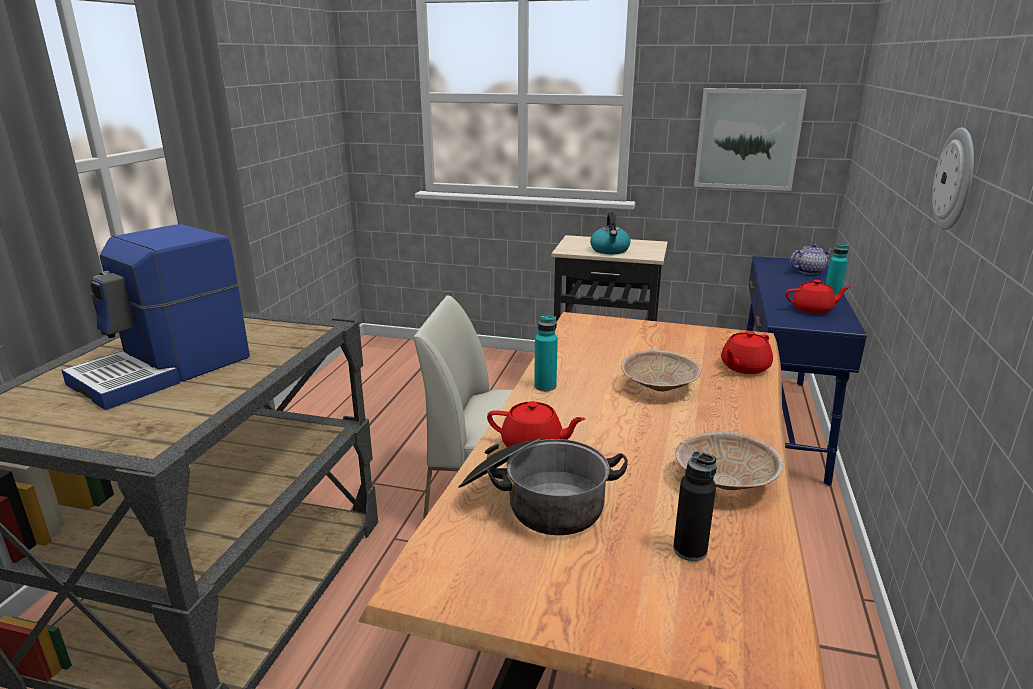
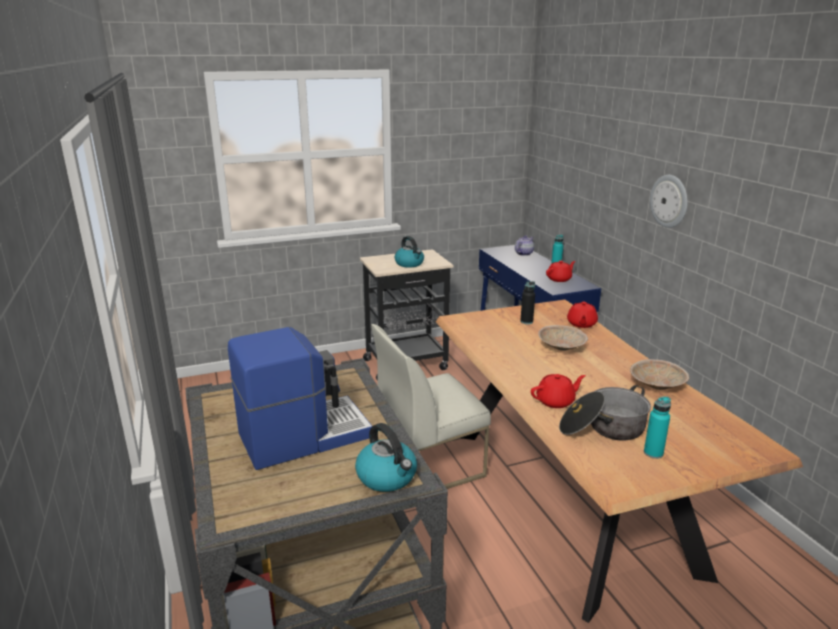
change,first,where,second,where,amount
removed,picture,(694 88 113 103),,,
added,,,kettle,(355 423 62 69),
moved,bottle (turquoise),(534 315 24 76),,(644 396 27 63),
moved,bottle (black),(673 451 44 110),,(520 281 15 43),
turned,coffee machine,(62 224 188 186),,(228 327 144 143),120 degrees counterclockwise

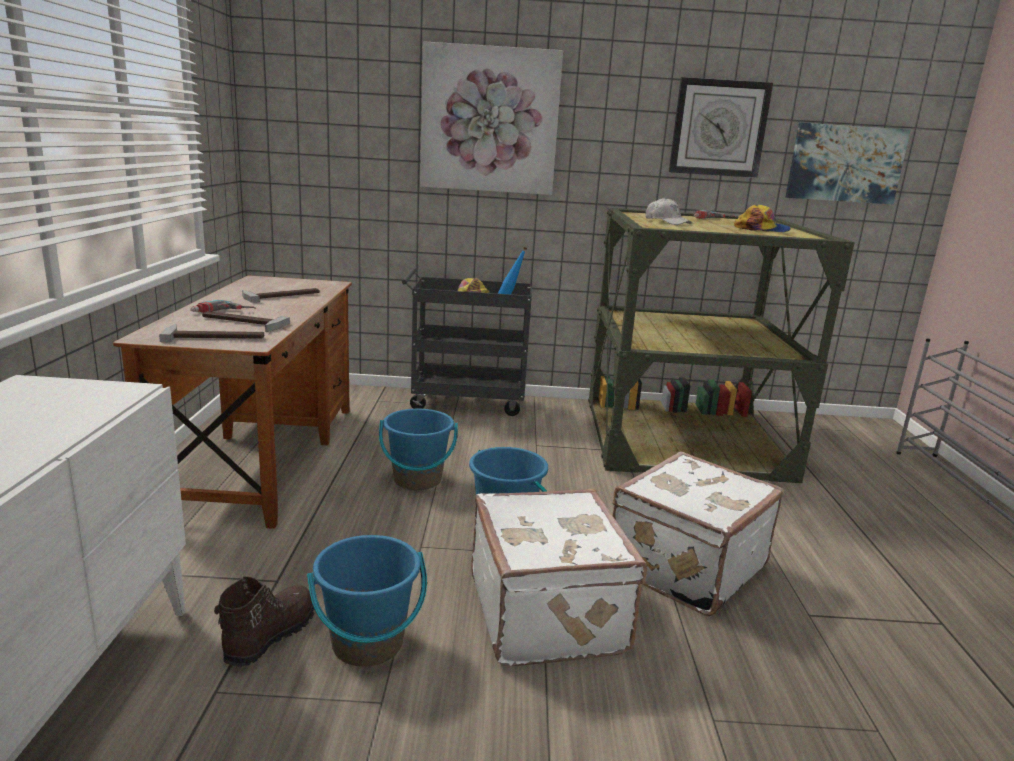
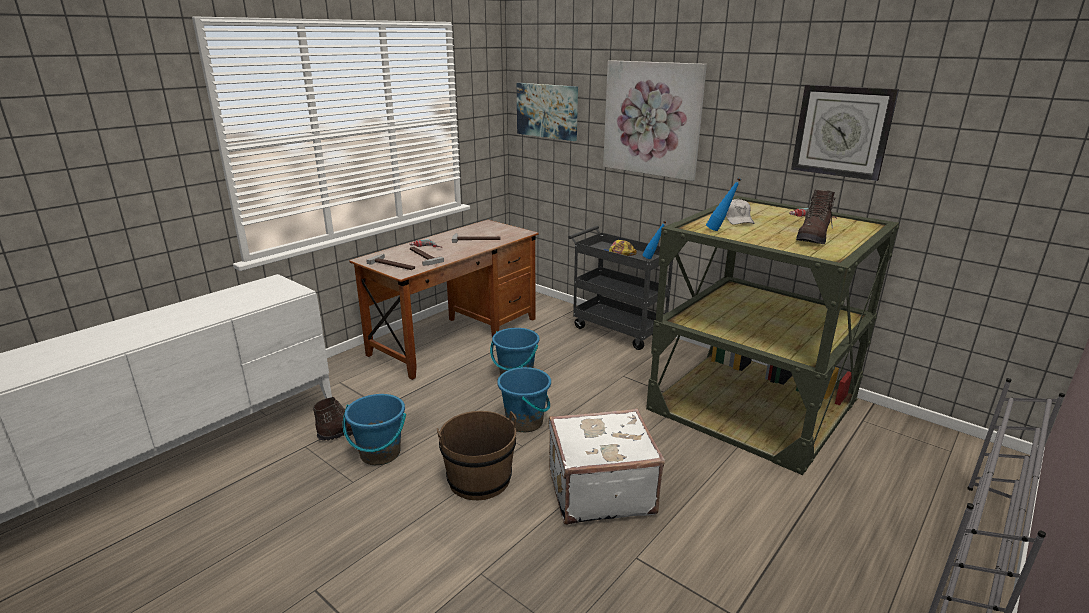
change,first,where,second,where,amount
added,,,bottle (blue),(706 178 36 53),
moved,picture,(786 123 124 81),,(517 83 61 58),
replaced,suitcase (white),(471 489 176 177),bucket (brown),(437 411 80 89),
replaced,cap,(734 205 57 27),boot (brown),(796 190 40 54),

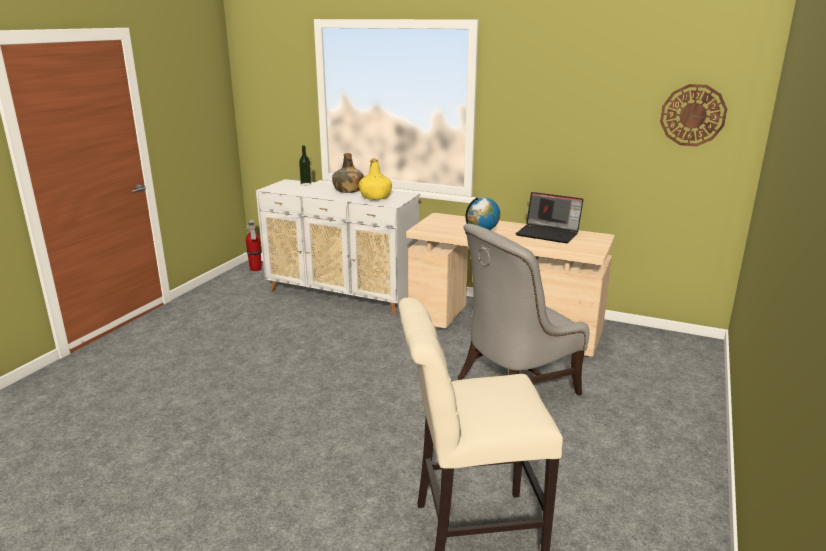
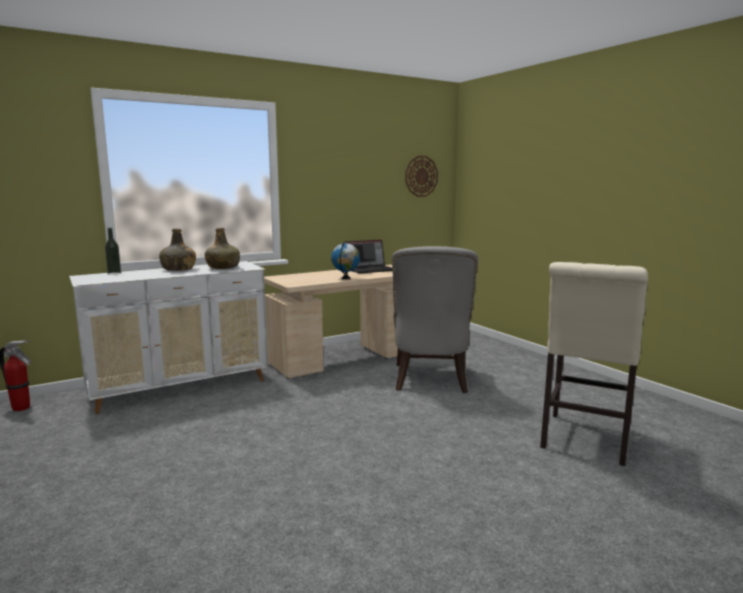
change,first,where,second,where,amount
recoloured,bottle (yellow),(359 159 33 41),bottle (green),(205 228 35 41),

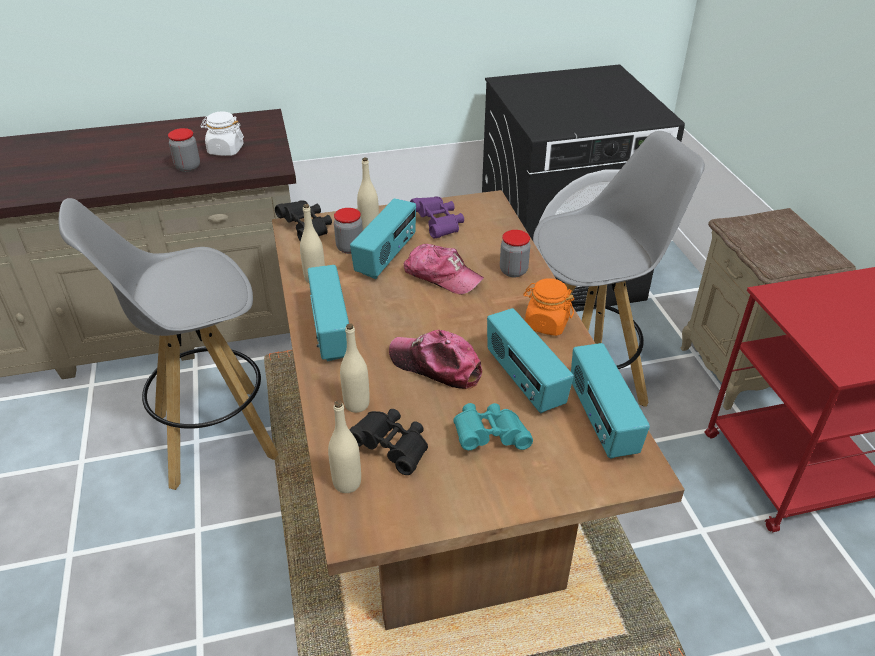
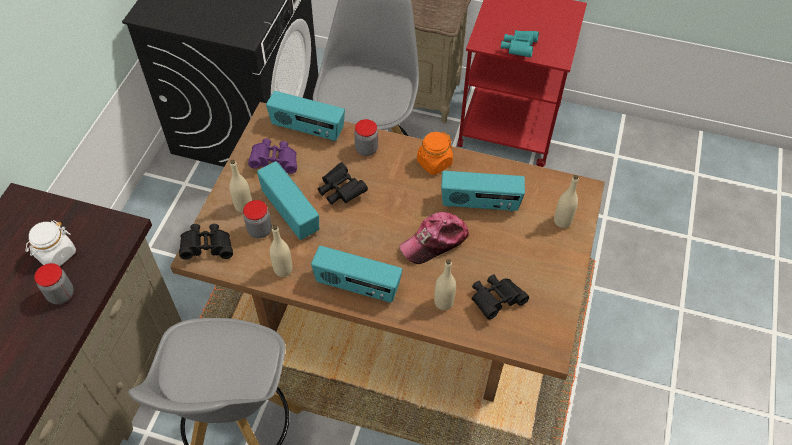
change,first,where,second,where,amount
moved,bottle (beige),(328 400 33 93),,(554 175 25 53),
moved,binoculars (turquoise),(453 403 80 47),,(501 30 38 27),
moved,radio,(571 343 79 116),,(266 91 79 50),
replaced,cap,(404 244 80 51),binoculars (black),(318 162 50 43),

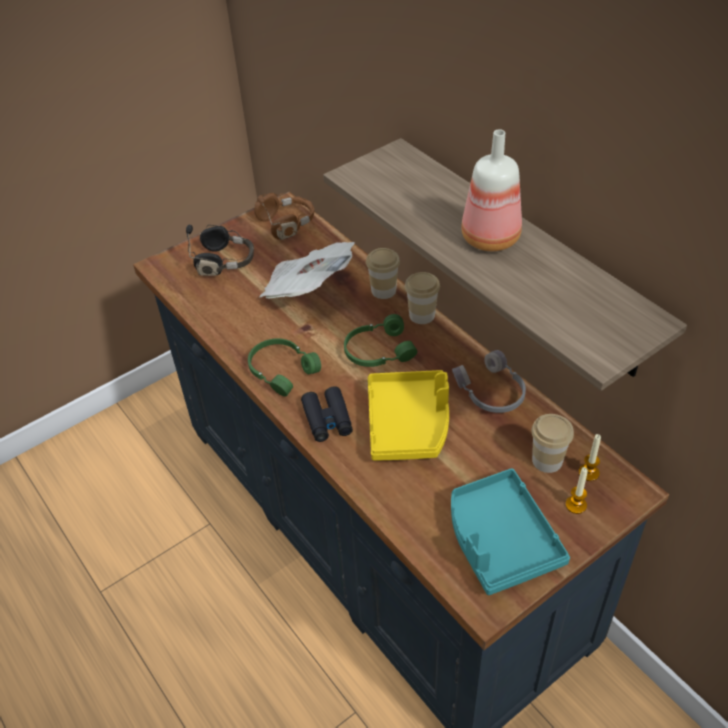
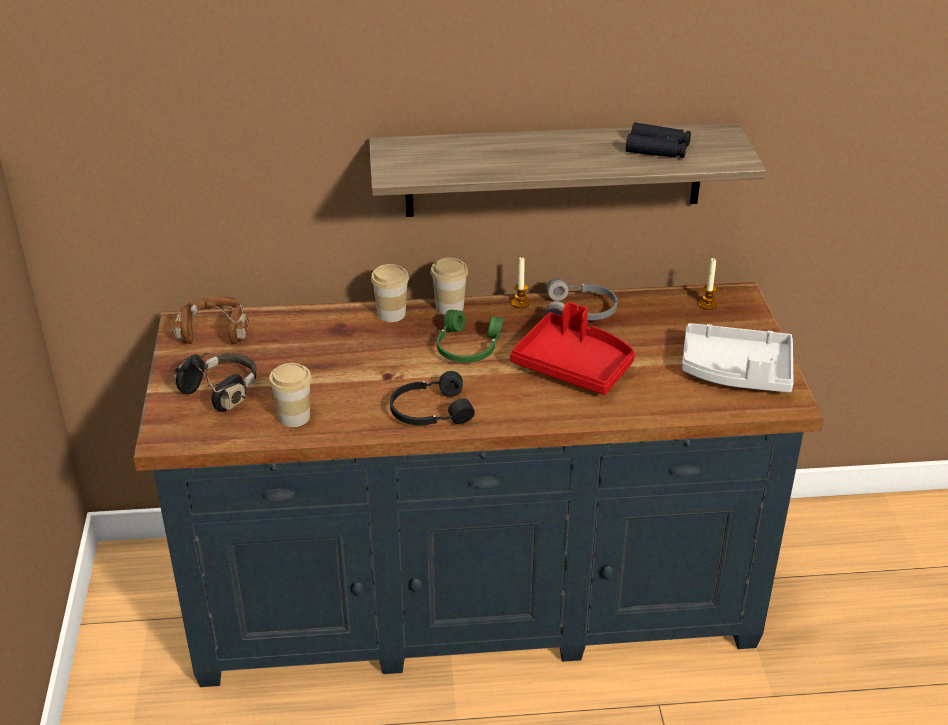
change,first,where,second,where,amount
removed,newspaper,(260 242 94 56),,,
removed,bottle,(461 129 61 122),,,
moved,binoculars (black),(301 386 52 56),,(626 122 65 36),
moved,cup,(531 414 43 59),,(269 363 43 64),
moved,candle,(566 467 22 47),,(511 257 19 51),
recoloured,headphones (green),(248 338 73 59),headphones (black),(390 371 85 54),
recoloured,tray (yellow),(368 370 81 91),tray (red),(510 302 125 93),
recoloured,tray (turquoise),(451 468 119 127),tray (grey),(682 323 112 70),

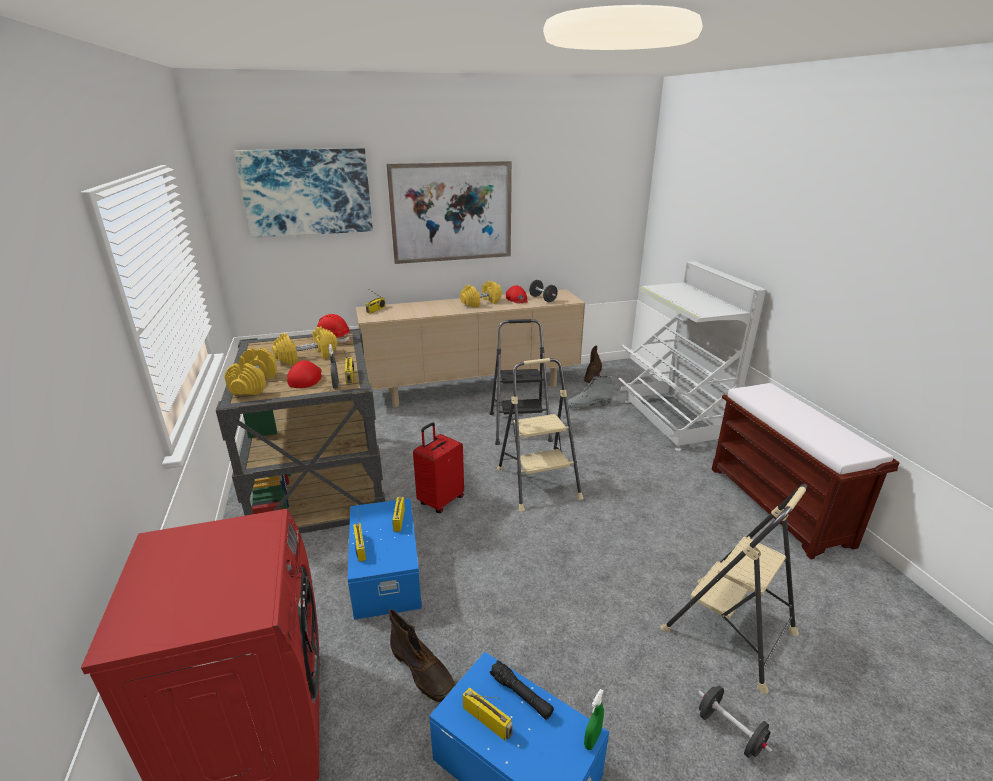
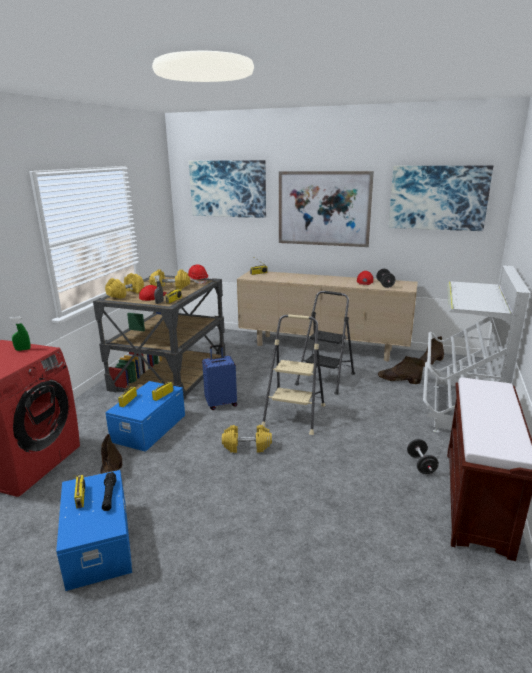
change,first,where,second,where,amount
removed,step ladder (beige),(660 484 147 210),,,
added,,,picture,(388 165 105 66),
moved,dumbbell (yellow),(460 281 42 27),,(222 425 50 28),
moved,spray bottle (green),(584 689 20 61),,(9 316 22 35),
moved,dumbbell (black),(698 686 75 72),,(407 439 32 35),
recoloured,suitcase (red),(413 422 51 91),suitcase (blue),(202 345 35 65),
recoloured,boot (grey),(567 376 46 33),boot (brown),(378 356 45 28),

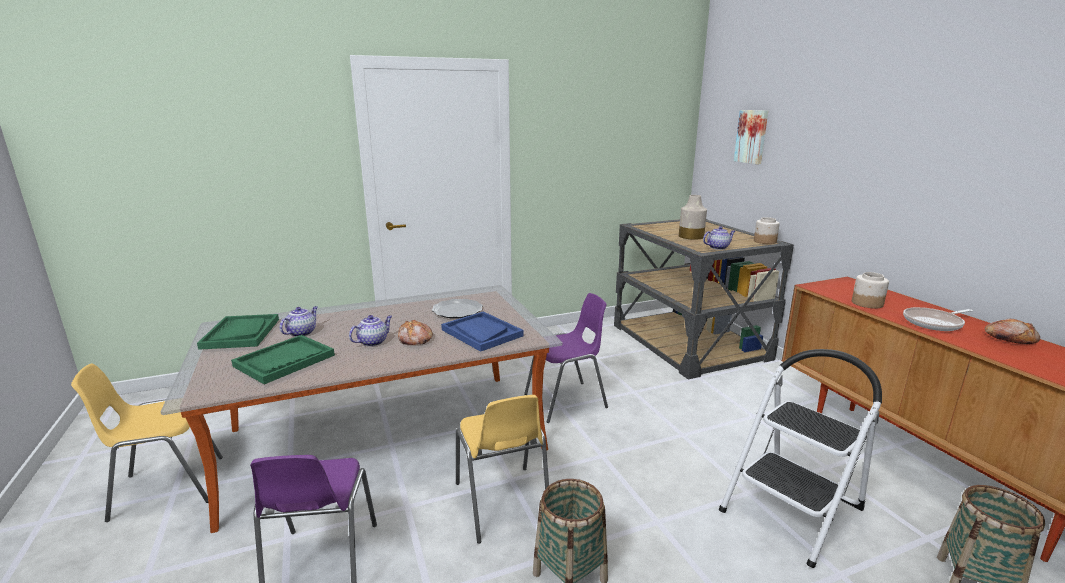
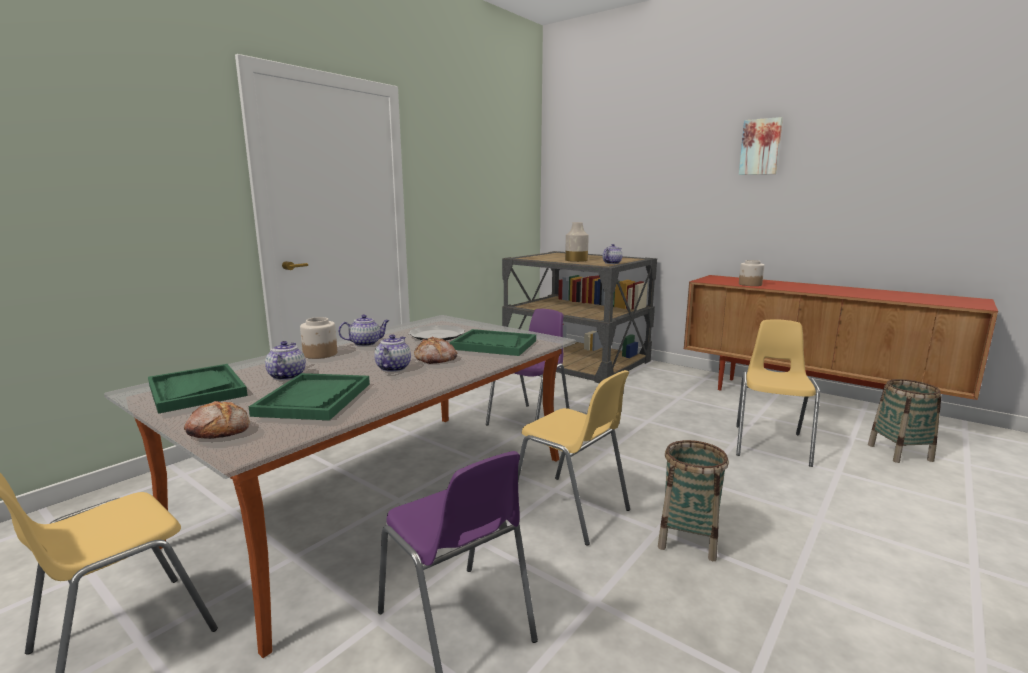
change,first,where,second,where,amount
removed,frying pan,(903 307 70 24),,,
added,,,teapot,(338 315 52 31),
moved,picture,(734 110 34 54),,(739 117 44 58),
moved,jar,(754 217 26 27),,(300 317 37 42),
moved,bread,(984 318 56 26),,(184 401 66 38),
replaced,step ladder,(719 349 163 219),chair (yellow),(736 319 84 148),
recoloured,tray (blue),(441 311 83 41),tray (green),(449 329 87 27),

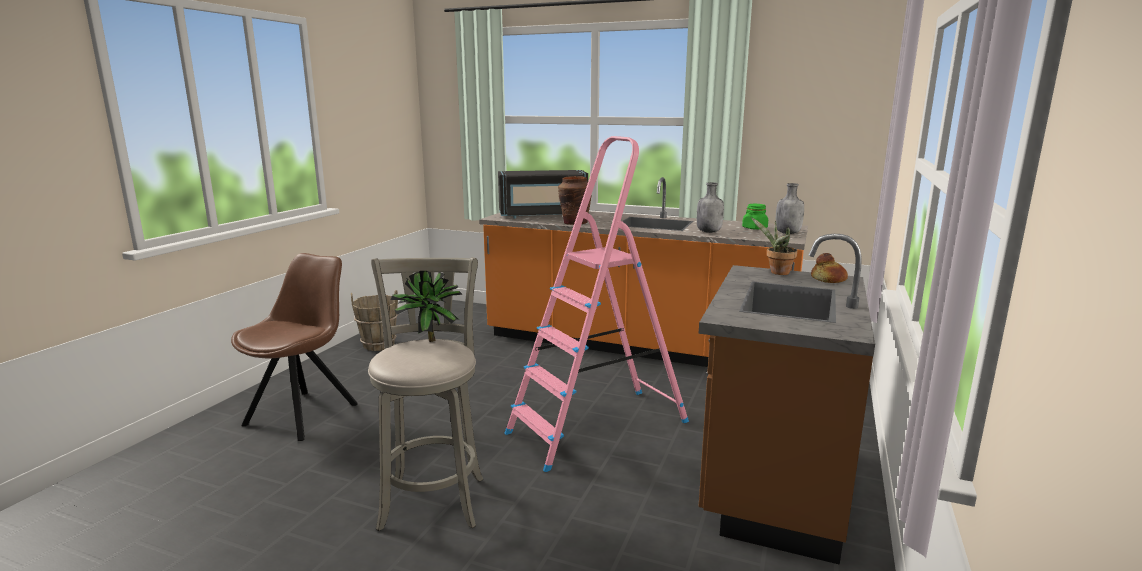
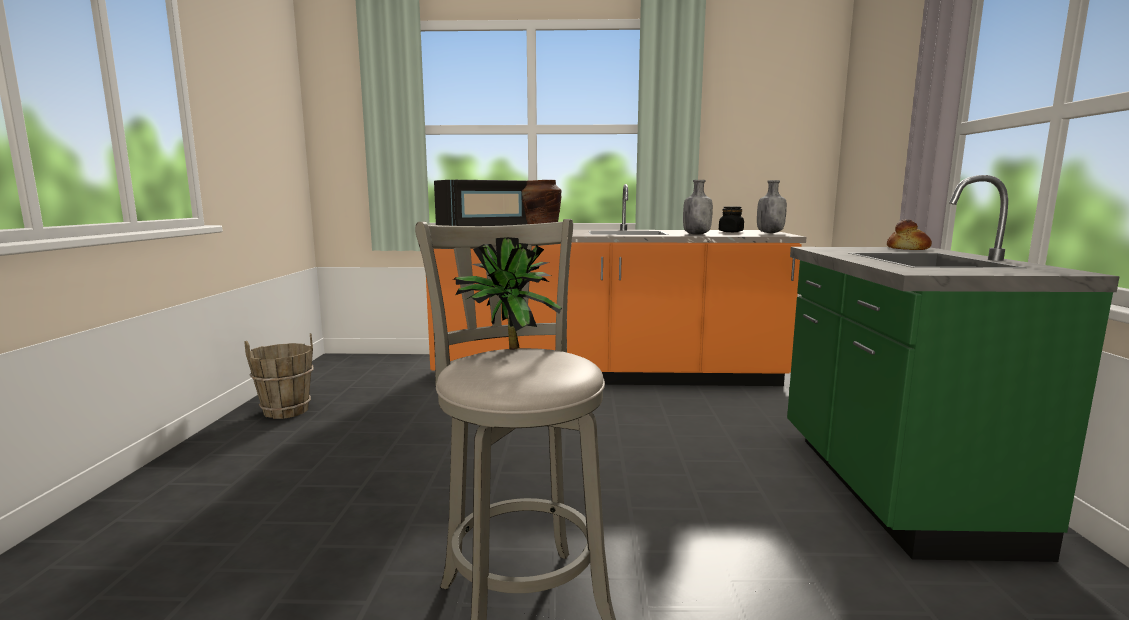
change,first,where,second,where,amount
removed,chair (brown),(231 253 127 188),,,
removed,step ladder (pink),(504 136 185 336),,,
removed,potted plant,(751 217 46 58),,,
recoloured,counter (brown),(699 234 176 331),counter (green),(787 175 333 387),
recoloured,jar (green),(742 204 26 26),jar (black),(719 206 25 26),

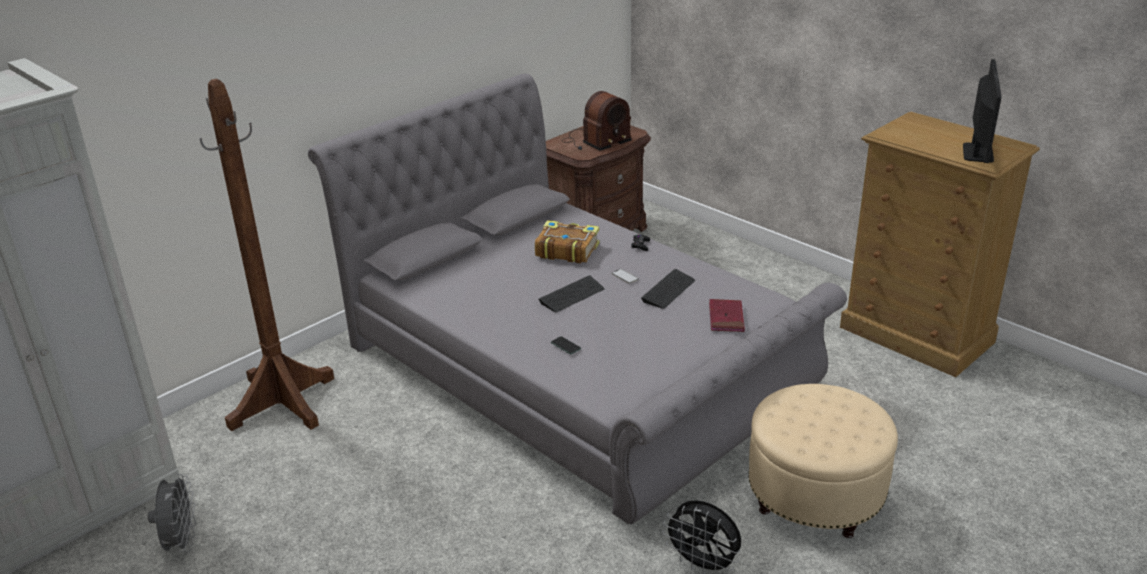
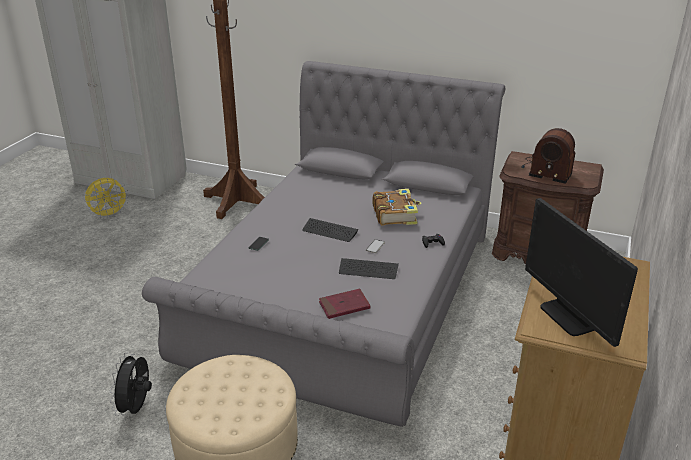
change,first,where,second,where,amount
recoloured,fan (grey),(148 474 48 78),fan (yellow),(85 178 44 41),
turned,monitor,(963 59 39 104),,(525 198 113 149),75 degrees clockwise

